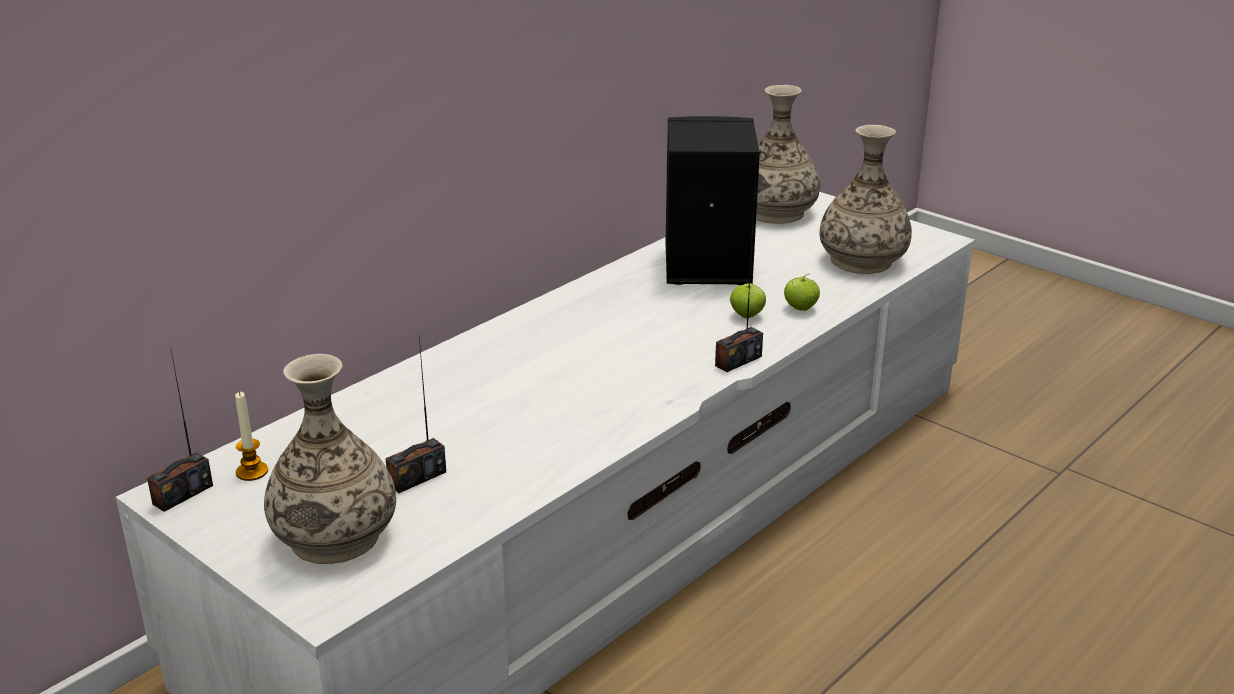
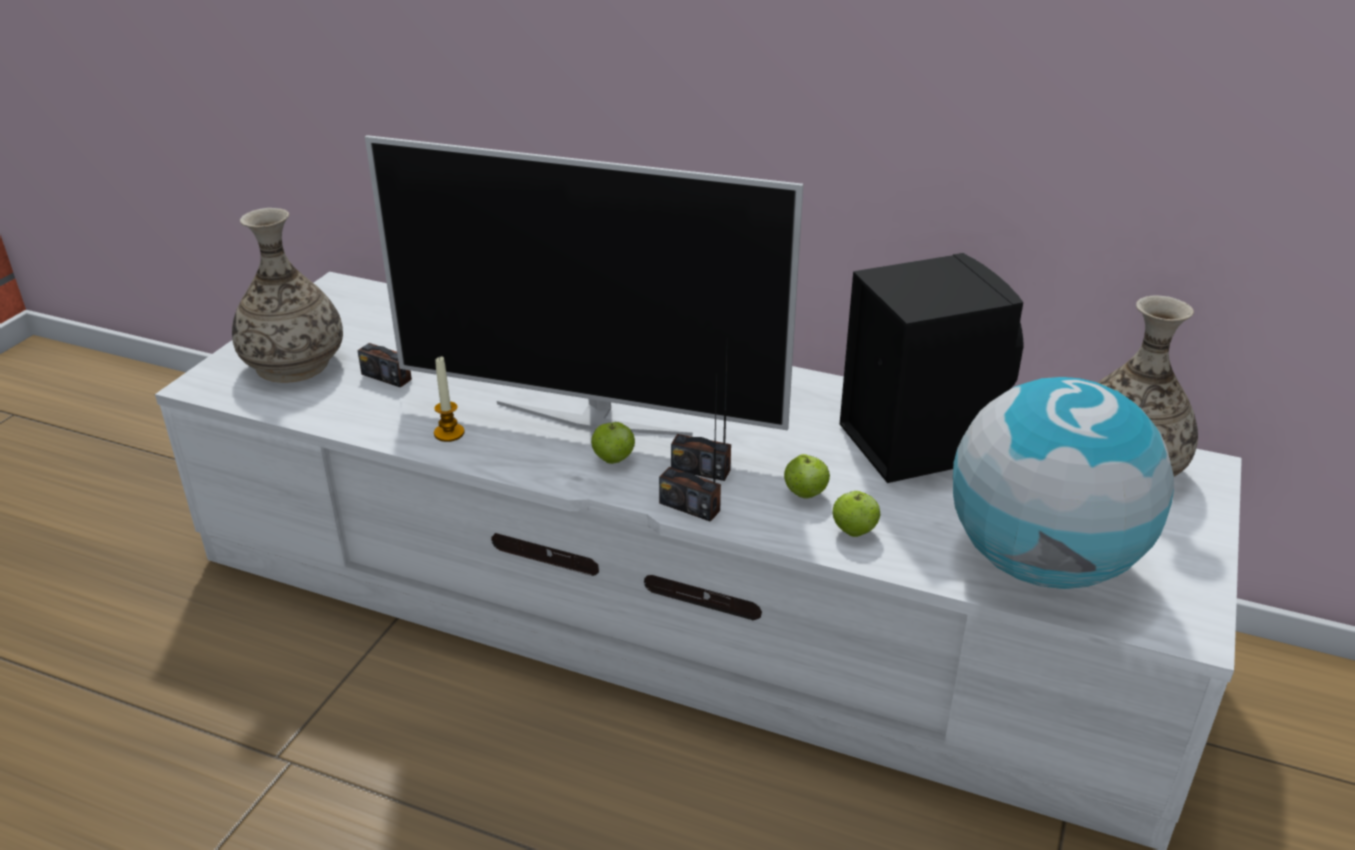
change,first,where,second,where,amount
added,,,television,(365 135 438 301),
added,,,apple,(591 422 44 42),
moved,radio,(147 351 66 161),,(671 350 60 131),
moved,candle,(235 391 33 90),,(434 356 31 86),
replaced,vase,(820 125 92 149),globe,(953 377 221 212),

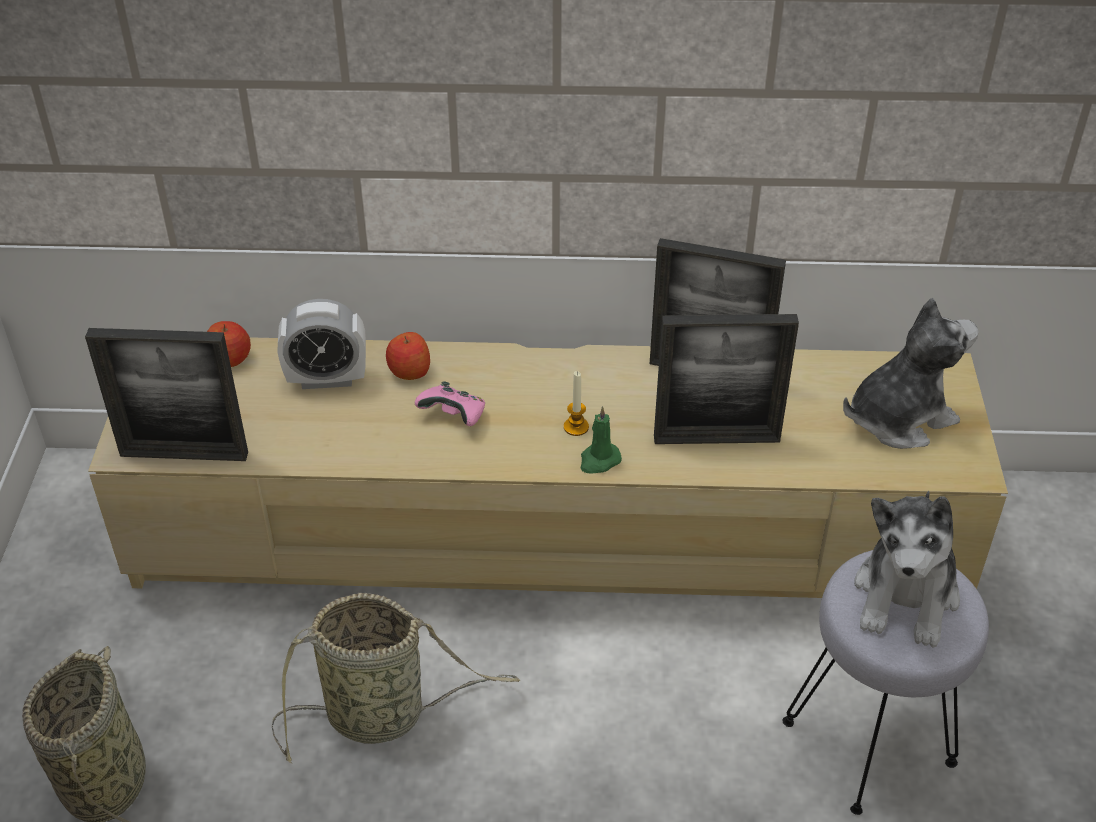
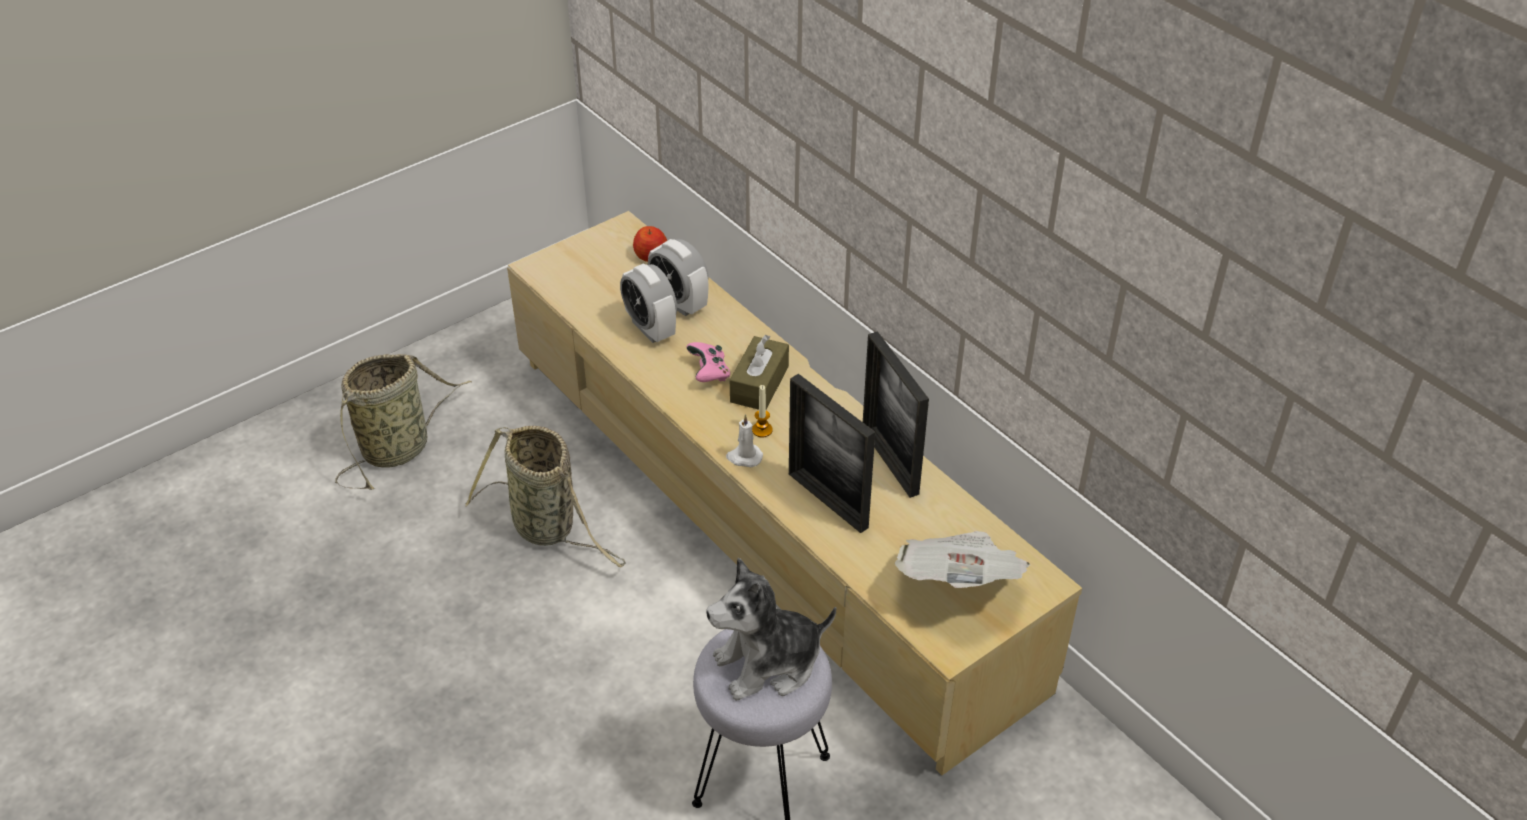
change,first,where,second,where,amount
removed,picture frame,(85 328 163 133),,,
removed,apple,(386 332 44 48),,,
added,,,alarm clock,(620 264 57 79),
added,,,tissue box (brown),(730 335 59 75),
replaced,plush toy,(843 298 136 151),newspaper,(894 531 136 57),
recoloured,candle (green),(581 406 41 67),candle (white),(726 414 37 53),

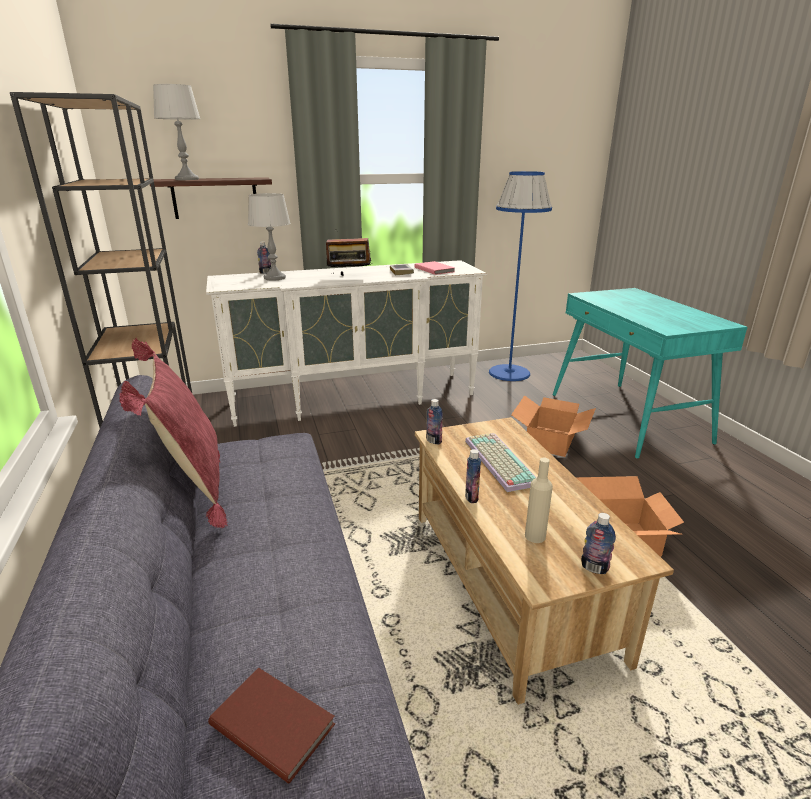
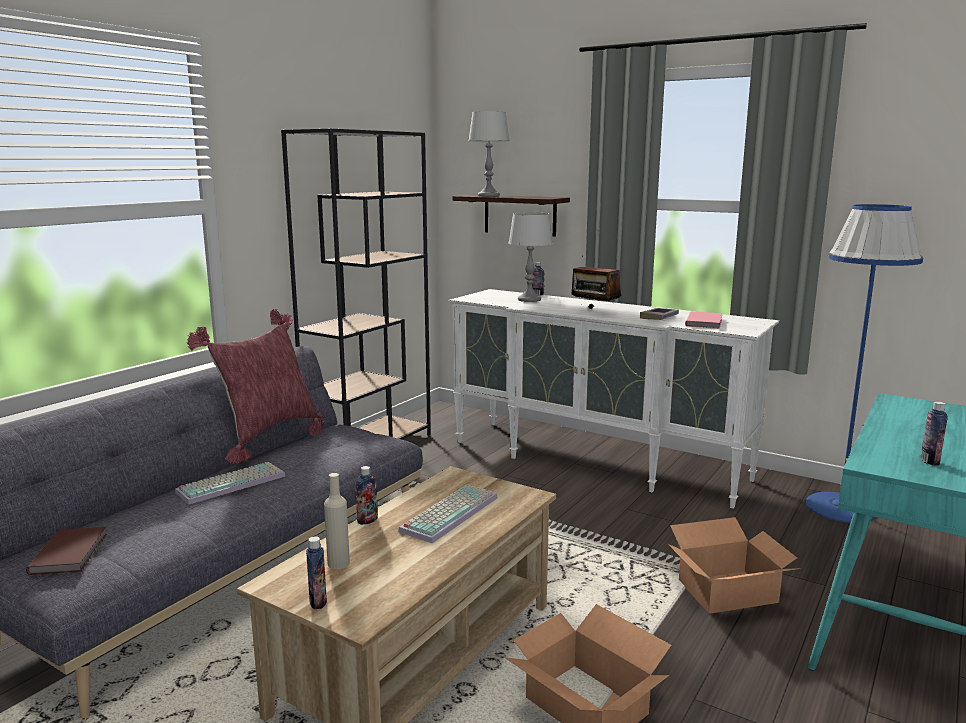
change,first,where,second,where,amount
added,,,keyboard,(175 462 110 43),
moved,bottle,(426 399 17 46),,(920 401 28 65),

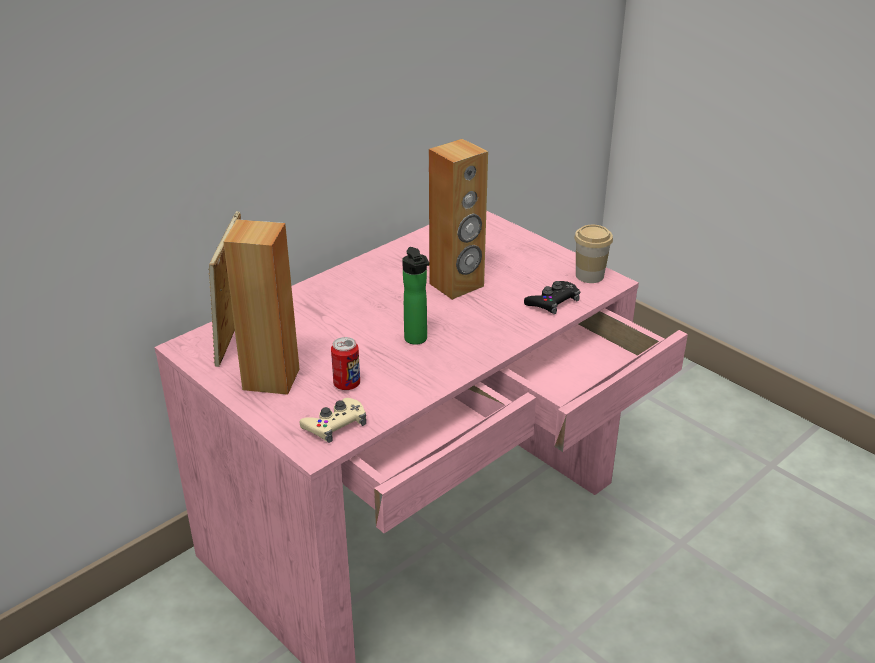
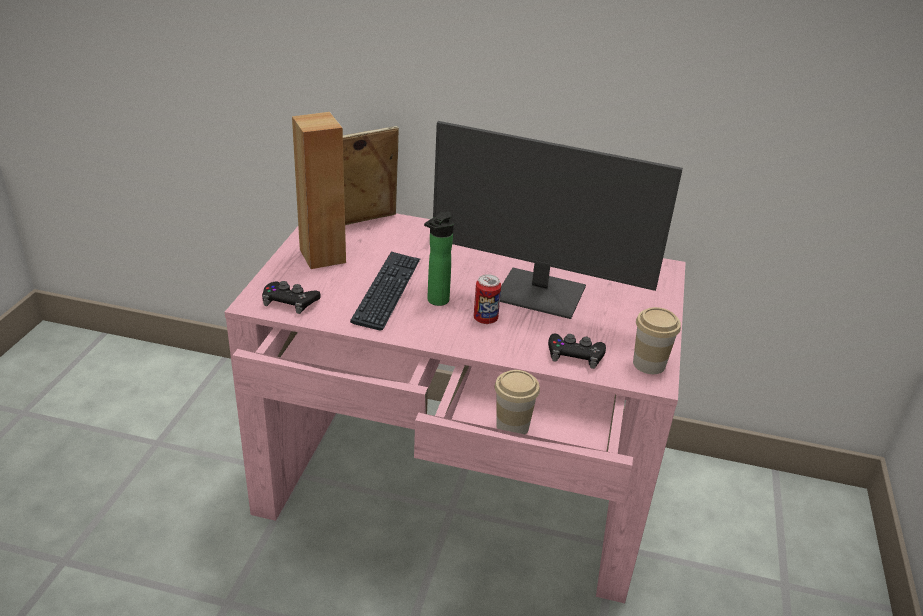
change,first,where,second,where,amount
added,,,keyboard,(350 252 70 79),
added,,,cup,(495 370 45 64),
moved,can,(331 337 29 53),,(474 274 27 50),
replaced,speaker (brown),(429 139 59 161),monitor,(433 121 250 198),
recoloured,game controller (beige),(300 398 66 45),game controller (black),(262 281 58 33),

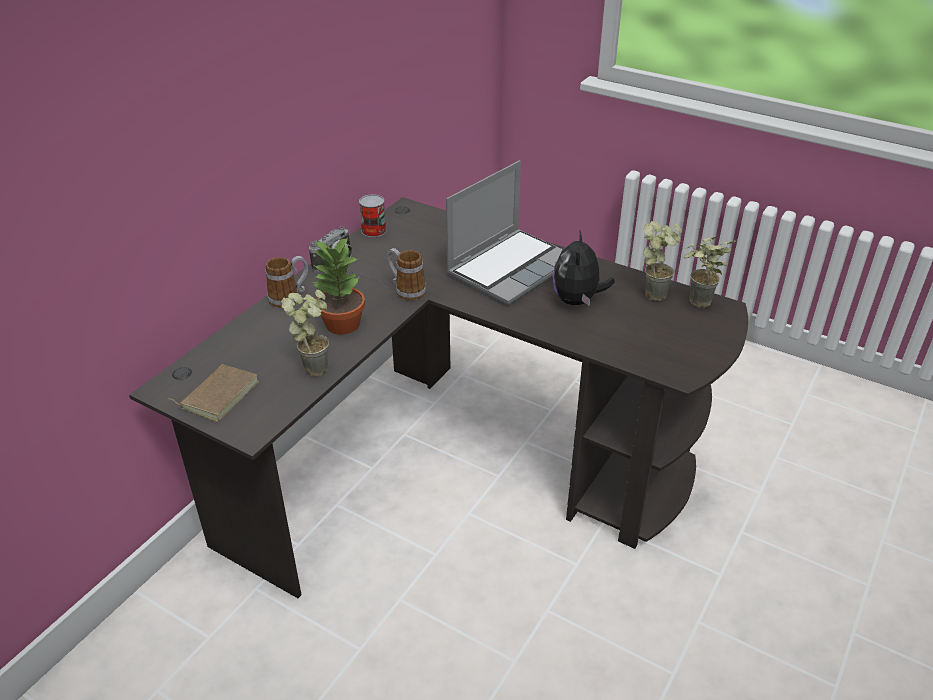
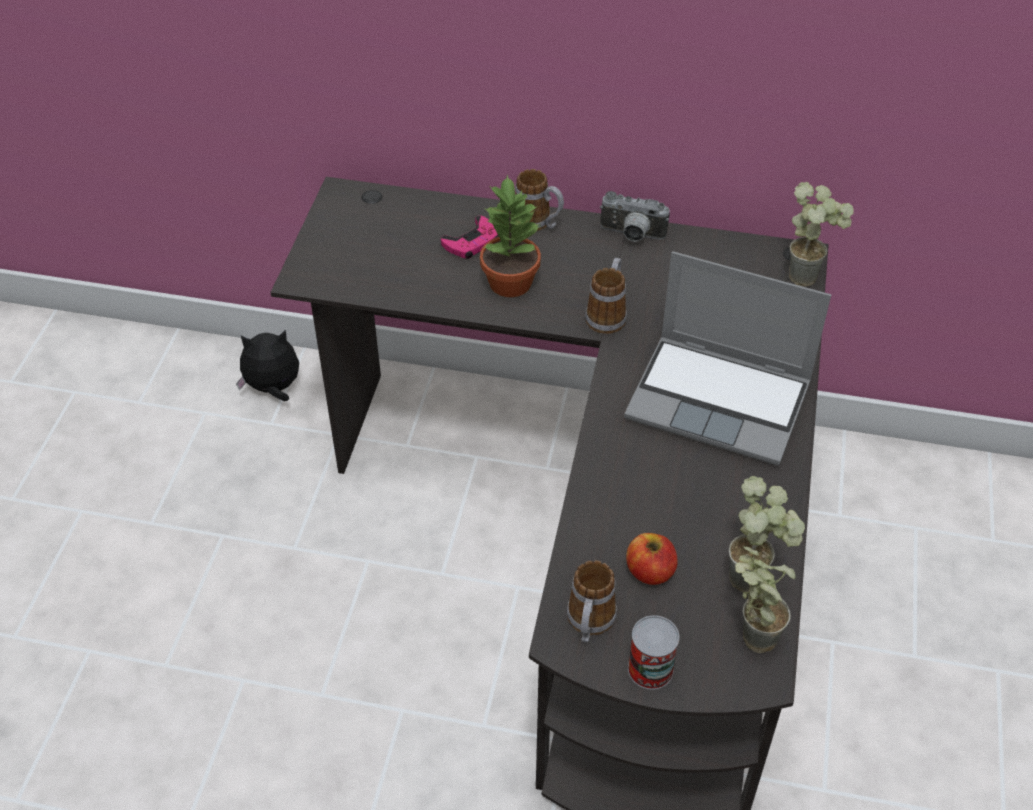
change,first,where,second,where,amount
removed,book (brown),(169 364 90 58),,,
added,,,game controller (pink),(441 216 58 43),
added,,,mug,(567 560 50 83),
added,,,apple,(626 533 52 52),
moved,potted plant,(281 290 48 86),,(789 182 65 105),
moved,can,(359 194 27 43),,(628 615 51 75),
moved,plush toy,(553 229 62 77),,(236 330 63 71),

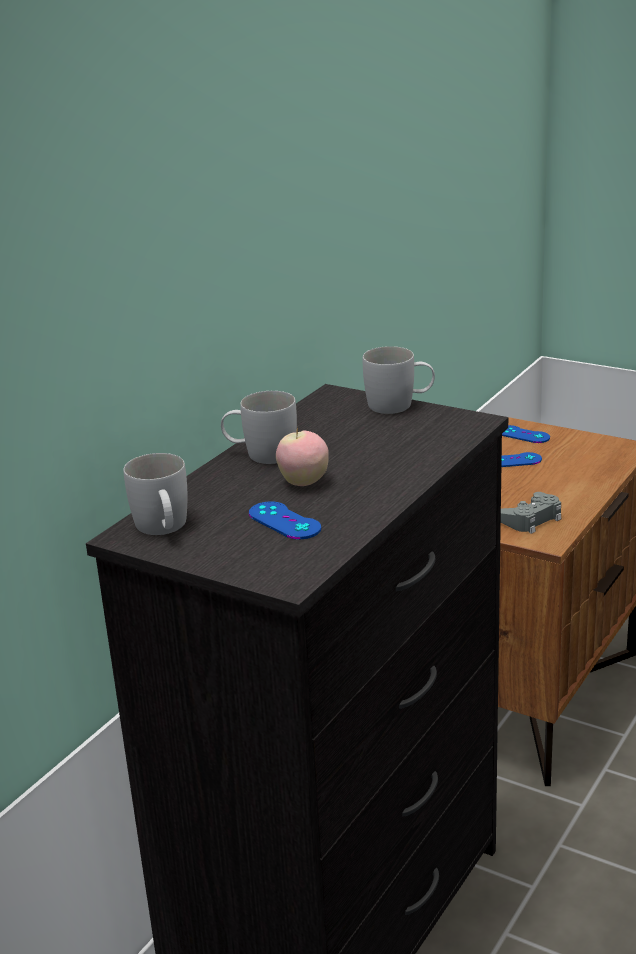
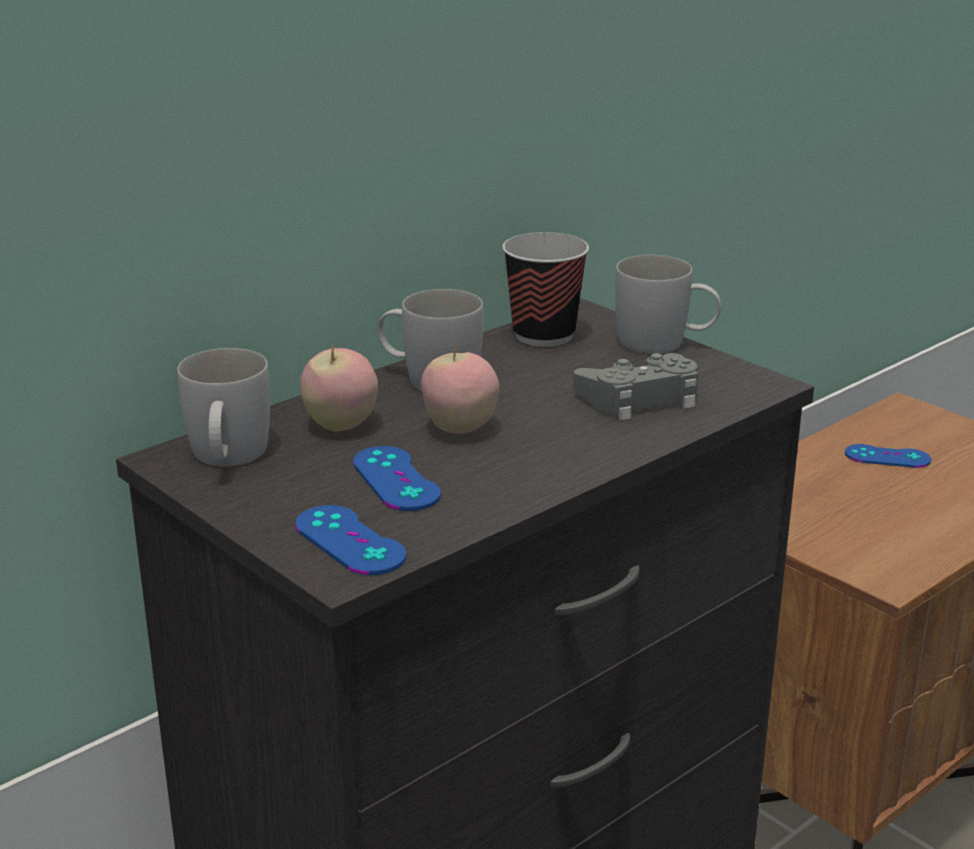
change,first,where,second,where,amount
added,,,apple,(300 345 78 86),
added,,,cup,(502 232 87 115),
moved,game controller (grey),(501 492 60 42),,(573 353 125 68),
moved,game controller (blue),(502 425 48 18),,(295 505 111 70),

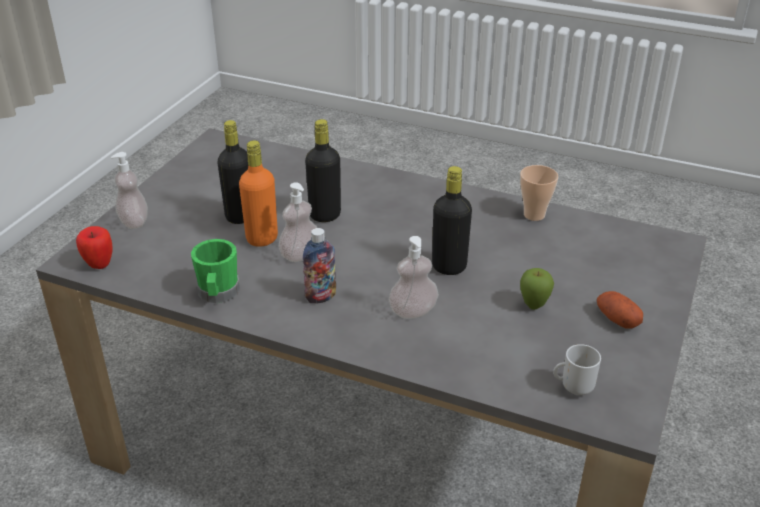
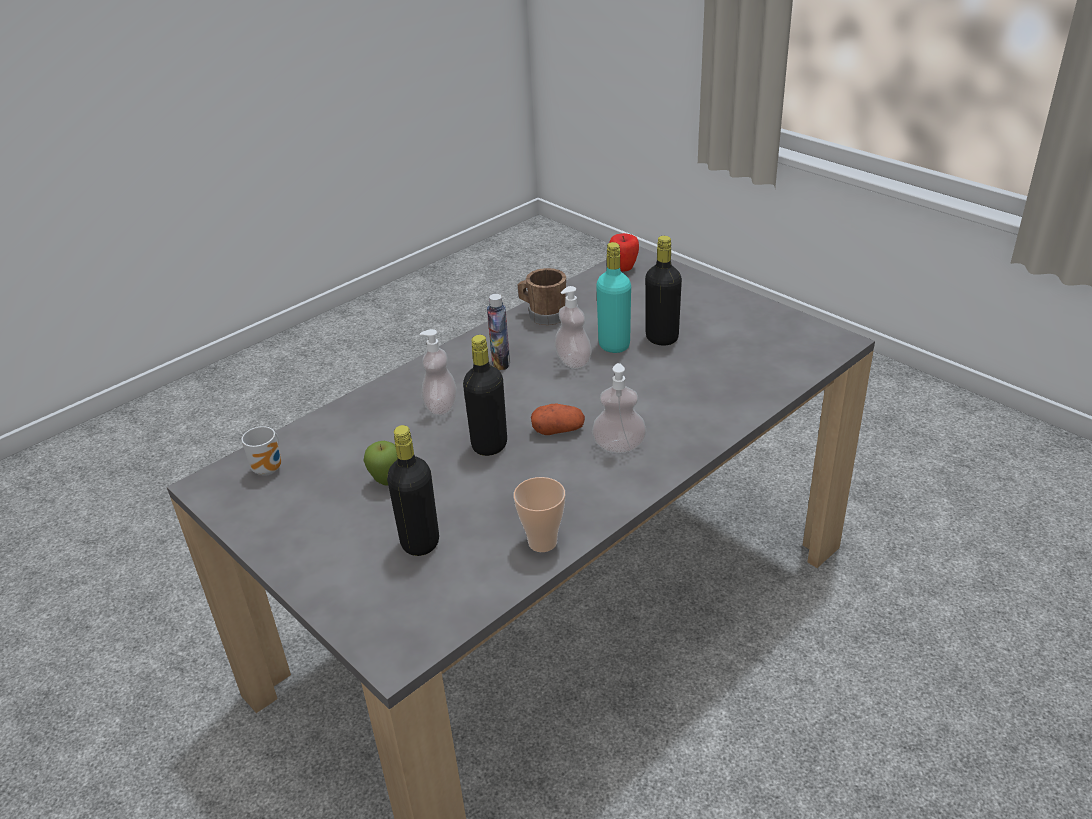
change,first,where,second,where,amount
moved,soap dispenser,(111 152 37 77),,(592 363 55 90),
moved,bottle (black),(305 119 36 103),,(387 425 52 131),
moved,potato,(597 291 46 38),,(531 403 54 32),
recoloured,mug (green),(191 239 49 64),mug (brown),(517 268 49 57),
recoloured,bottle (orange),(239 140 39 107),bottle (turquoise),(596 242 35 111),

